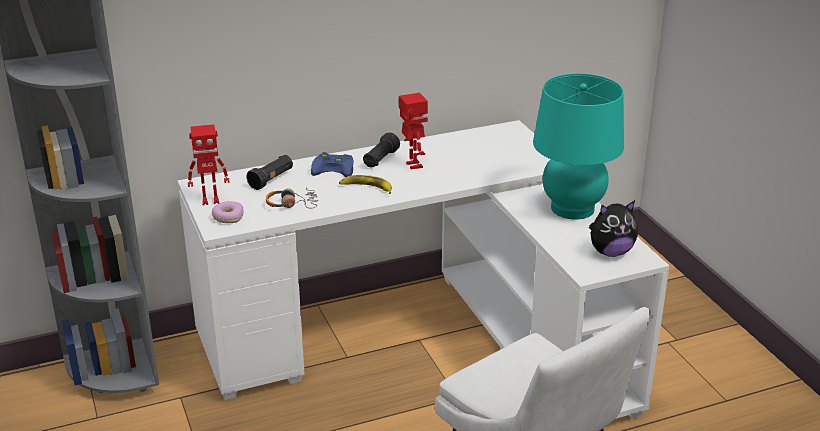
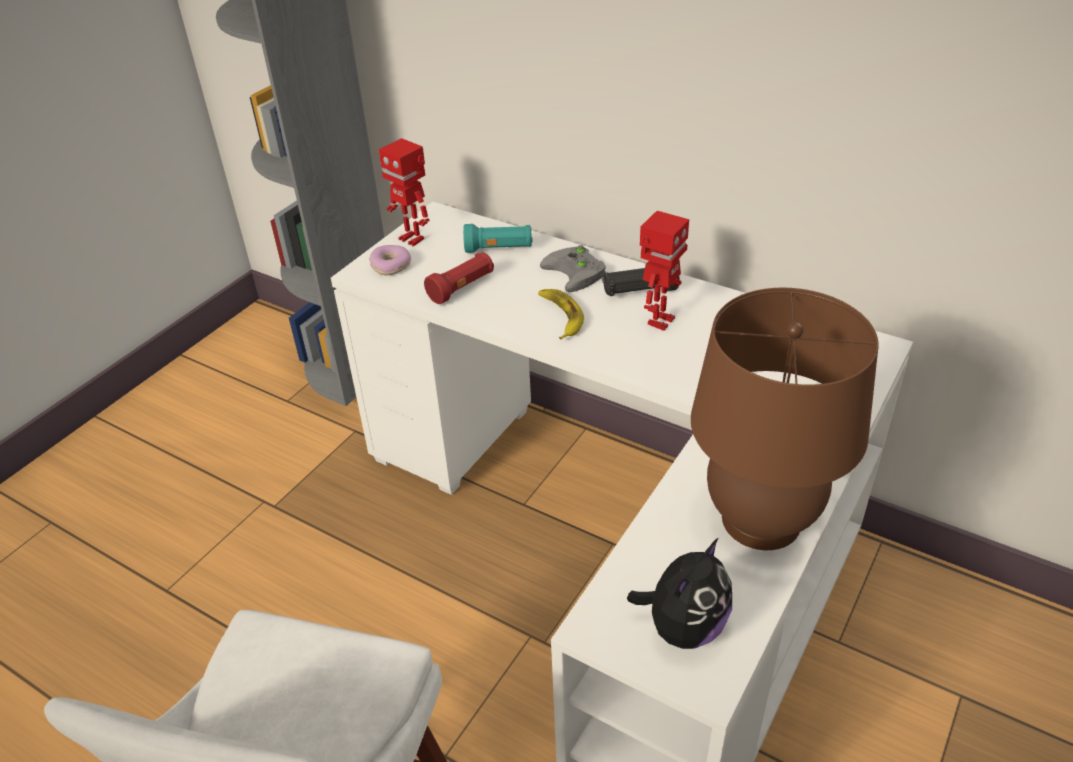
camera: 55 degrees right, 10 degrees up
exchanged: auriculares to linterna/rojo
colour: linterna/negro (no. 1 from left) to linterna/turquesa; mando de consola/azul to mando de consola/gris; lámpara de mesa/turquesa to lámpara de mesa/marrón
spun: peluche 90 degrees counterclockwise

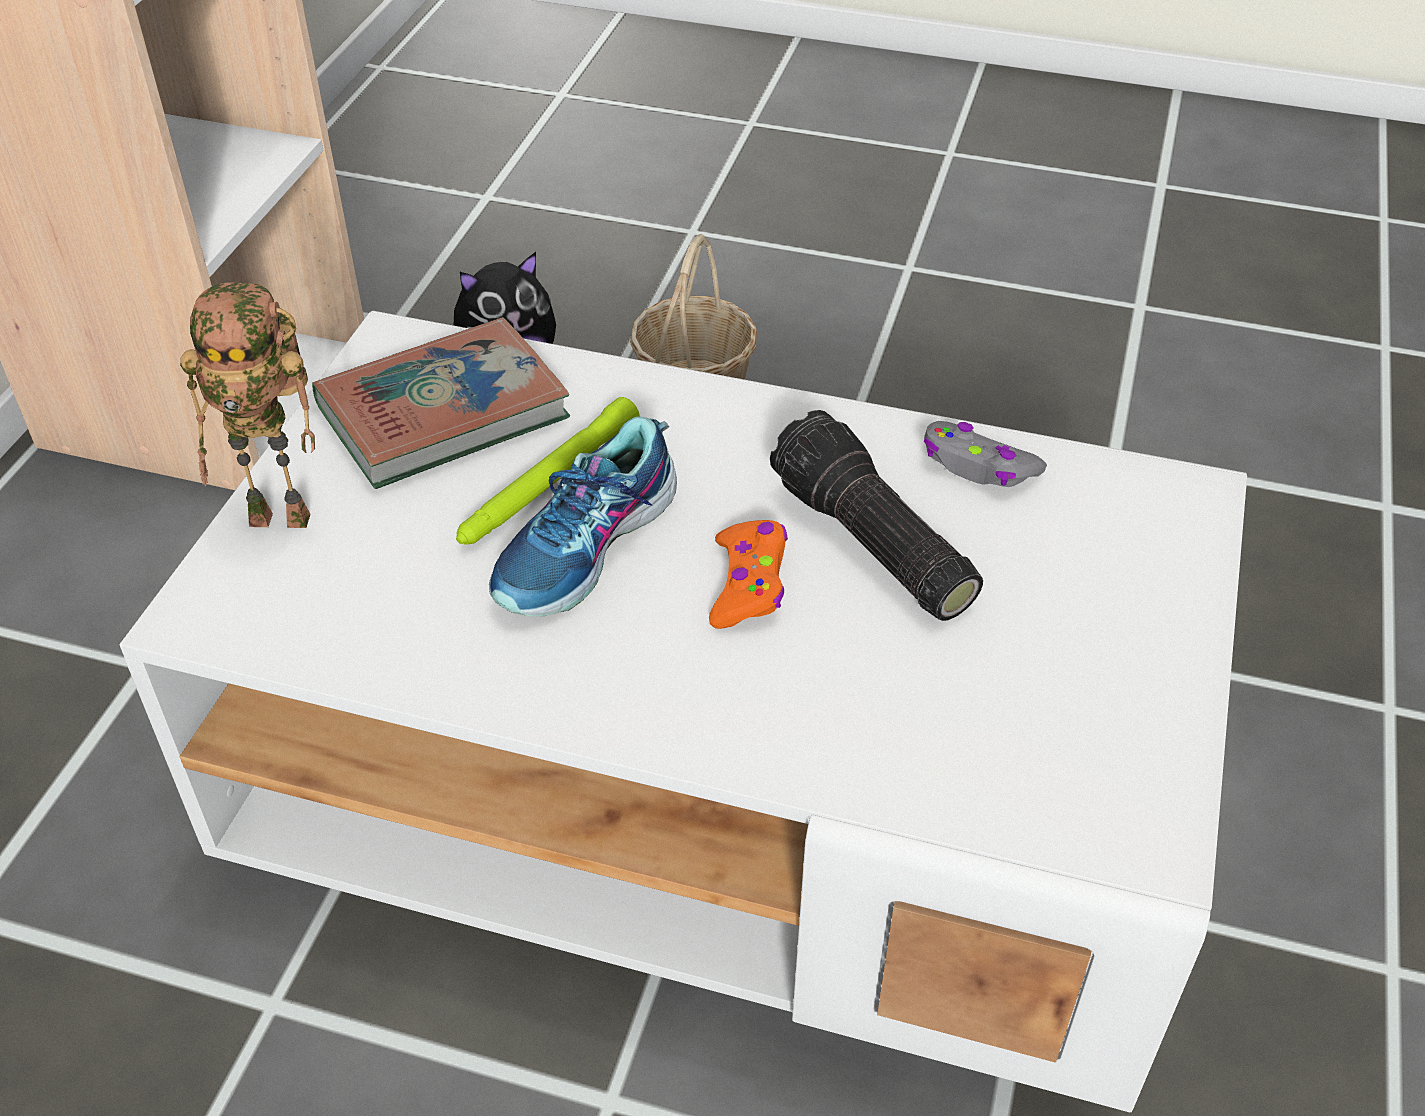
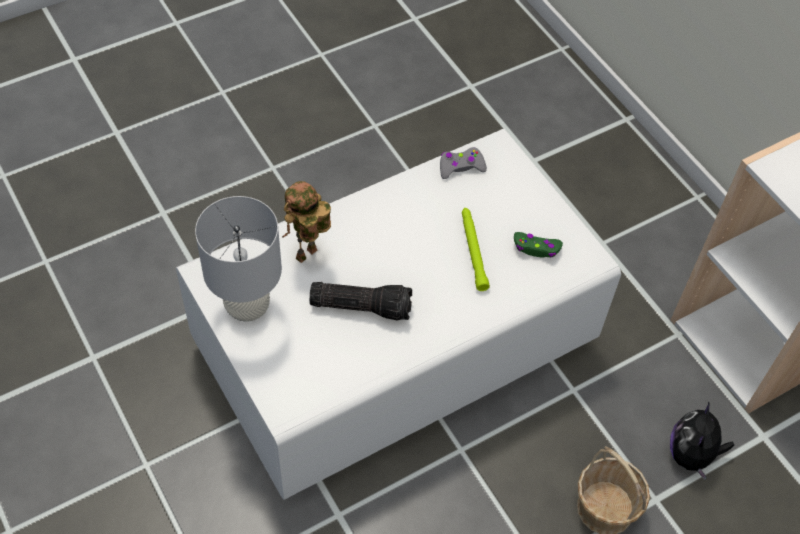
camera: 130 degrees right, 10 degrees up
missing: zapato; mando de consola/naranja
appeared: lámpara de mesa/gris
relocated: robot de juguete; mando de consola/gris
exchanged: libro to mando de consola/verde

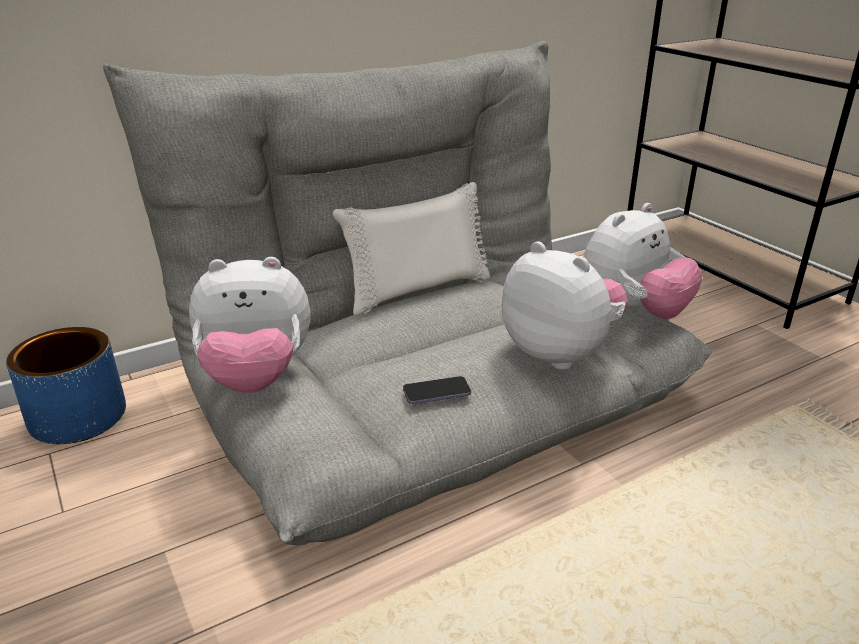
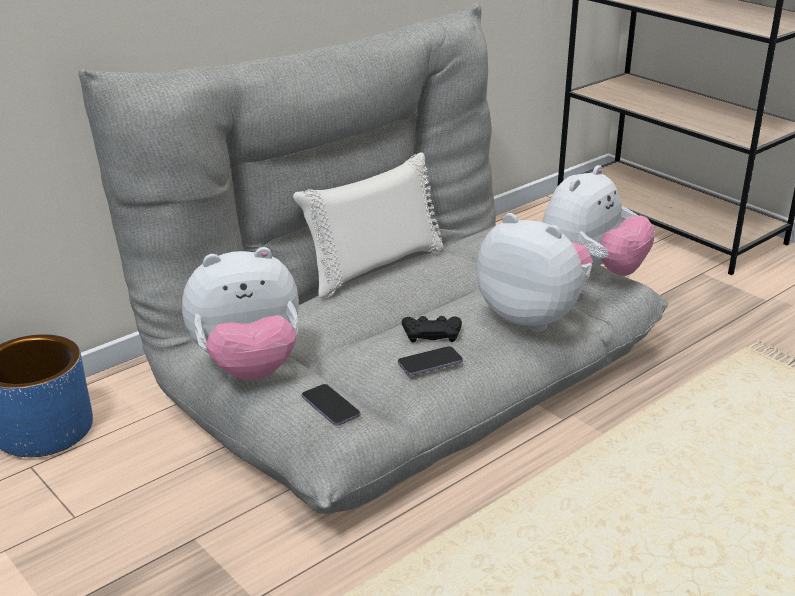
camera: 10 degrees left, 0 degrees up
appeared: móvil (no. 1 from left); mando de consola/negro

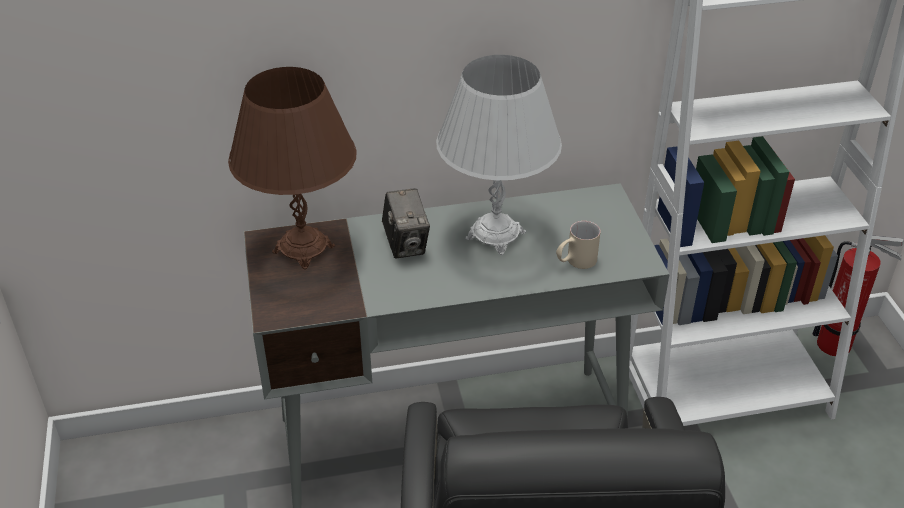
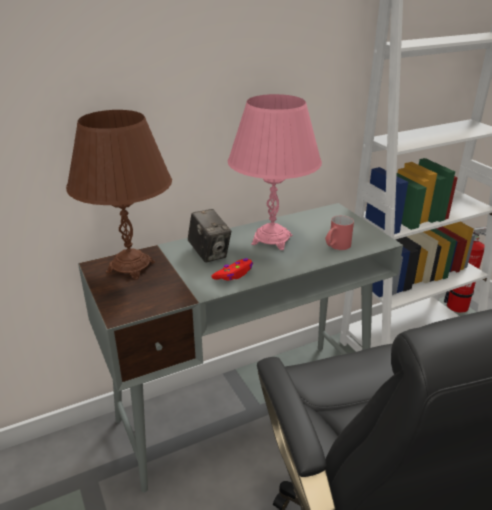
camera: 15 degrees left, 10 degrees down
appeared: mando de consola/rojo
colour: lámpara de mesa/blanco to lámpara de mesa/rosa; taza grande/beis to taza grande/rojo

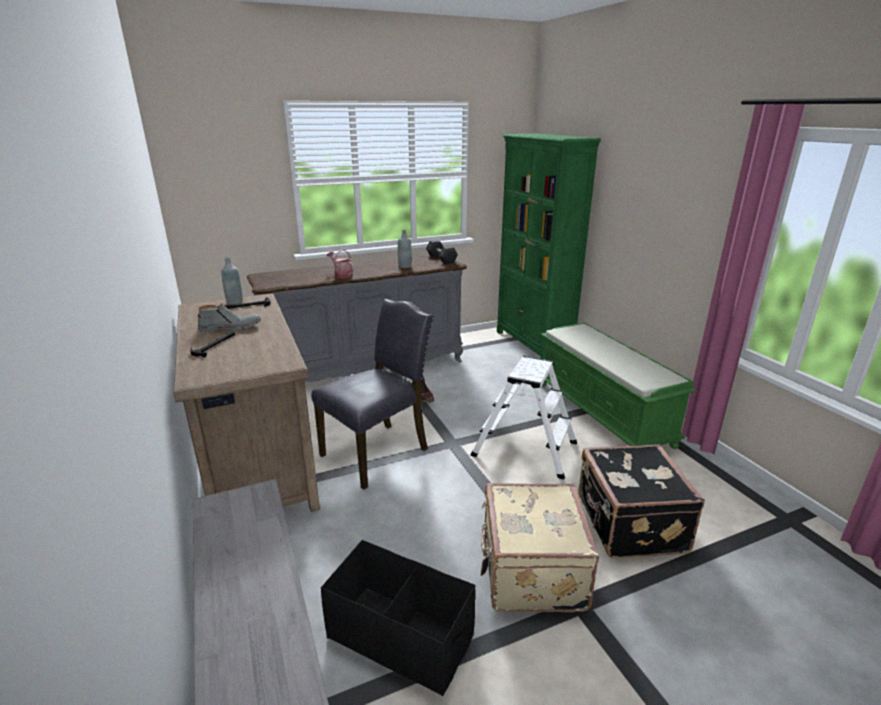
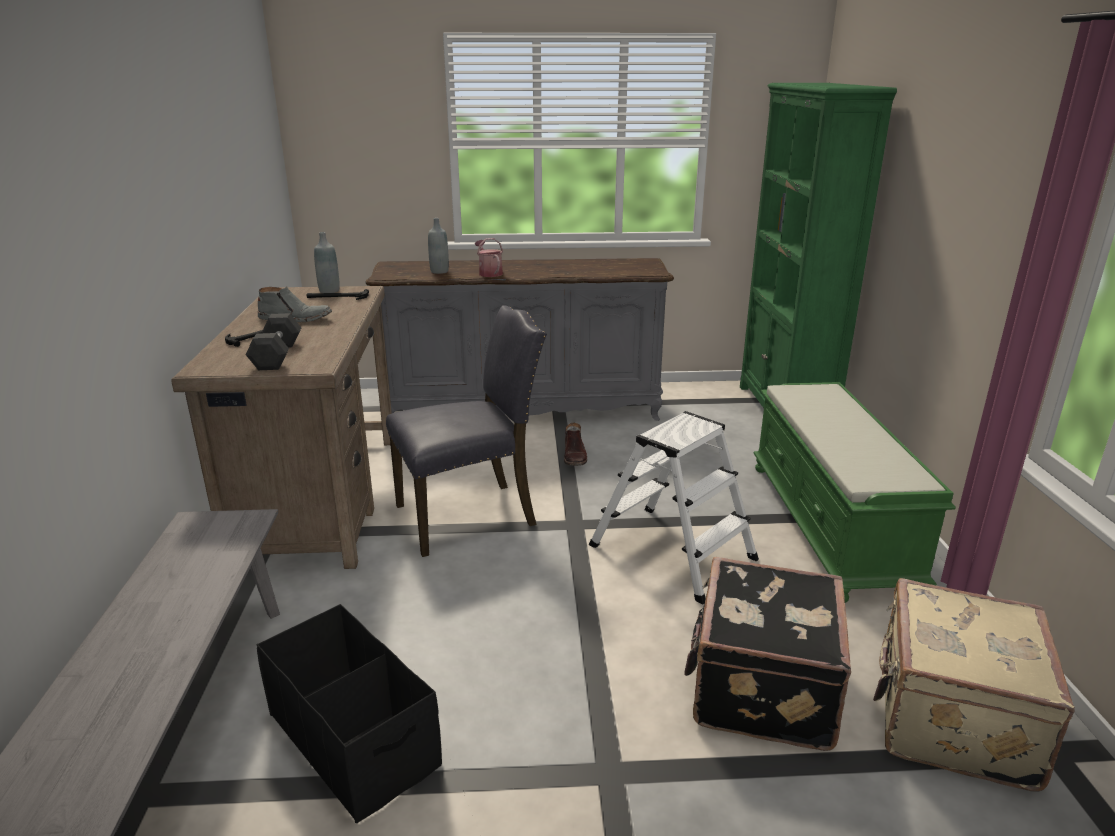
camera: 20 degrees right, 0 degrees up
relocated: mancuerna/gris; botella/gris (no. 2 from left); maleta/beis

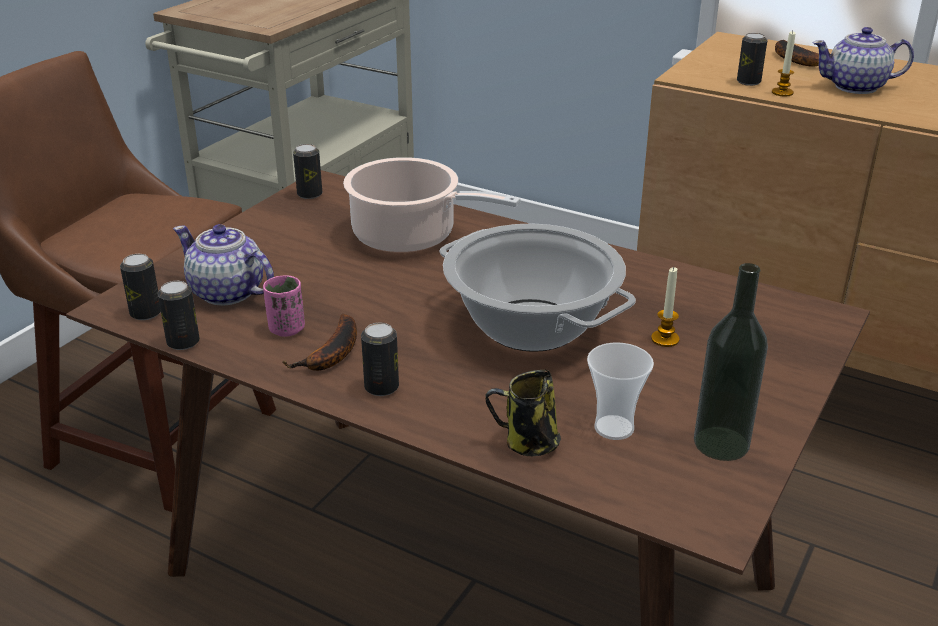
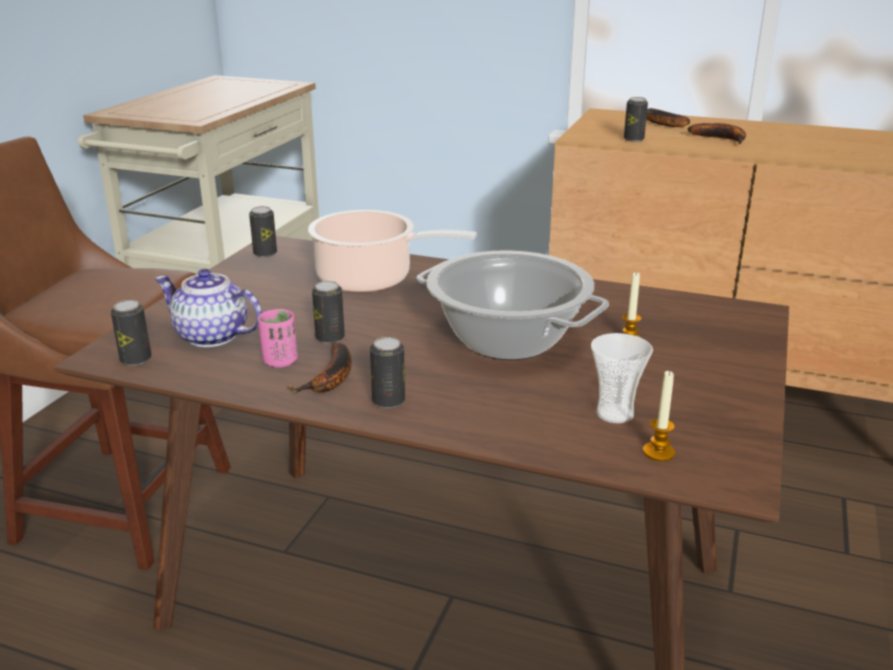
camera: 10 degrees left, 5 degrees down
missing: taza grande; botella
relocated: lata (no. 2 from left in the first image) to lata (no. 3 from left); vela (no. 2 from left)
exchanged: tetera (no. 2 from left) to plátano (no. 3 from left)

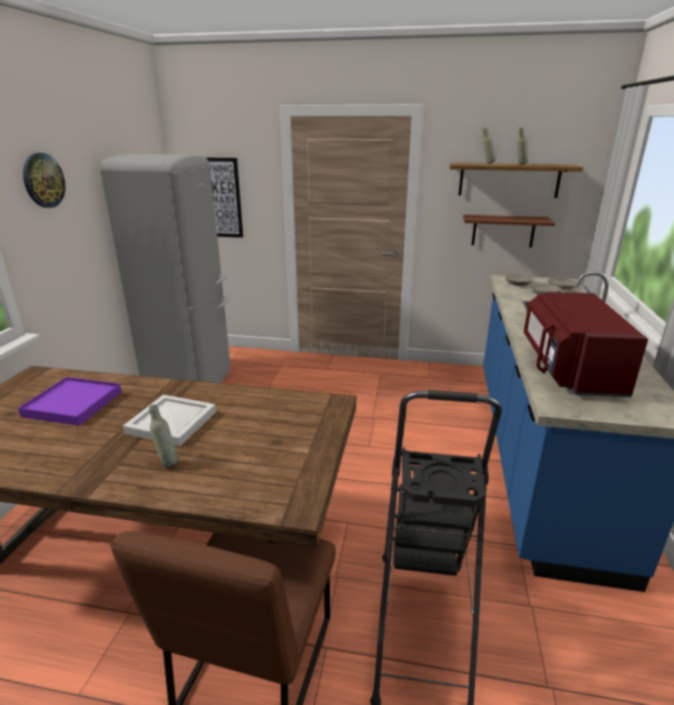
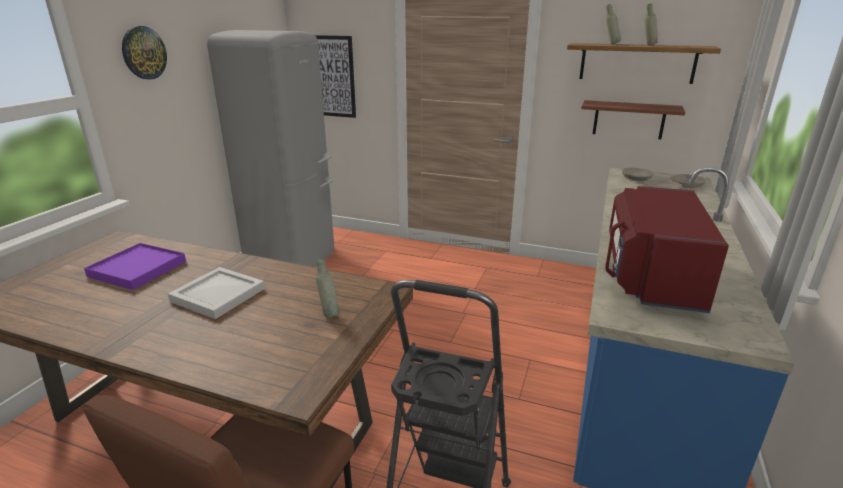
camera: 10 degrees right, 0 degrees up
relocated: botella/gris (no. 1 from left)

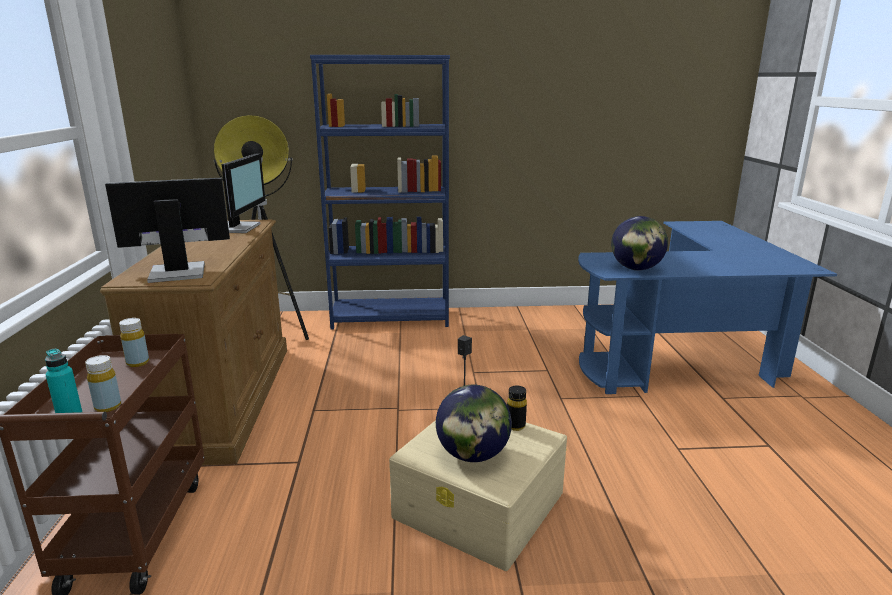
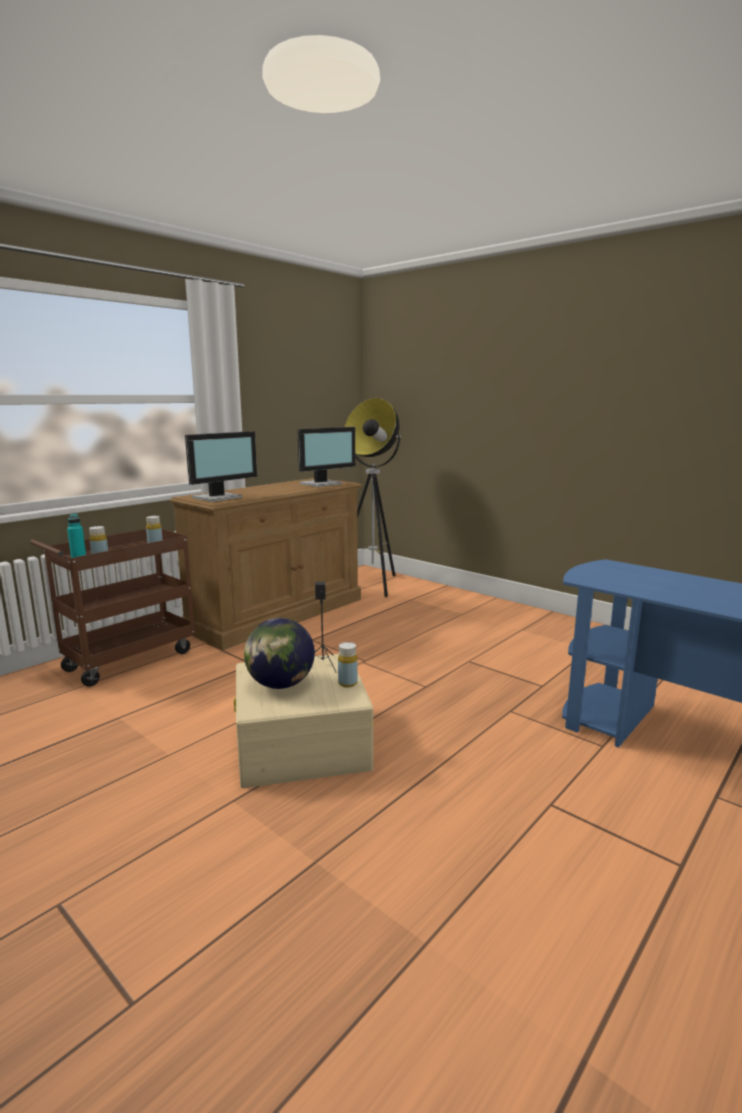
camera: 45 degrees right, 5 degrees down
missing: estantería/azul; globo terráqueo (no. 2 from left)
colour: botella/negro to botella/amarillo (no. 3 from left)
spun: monitor (no. 1 from left) 105 degrees clockwise

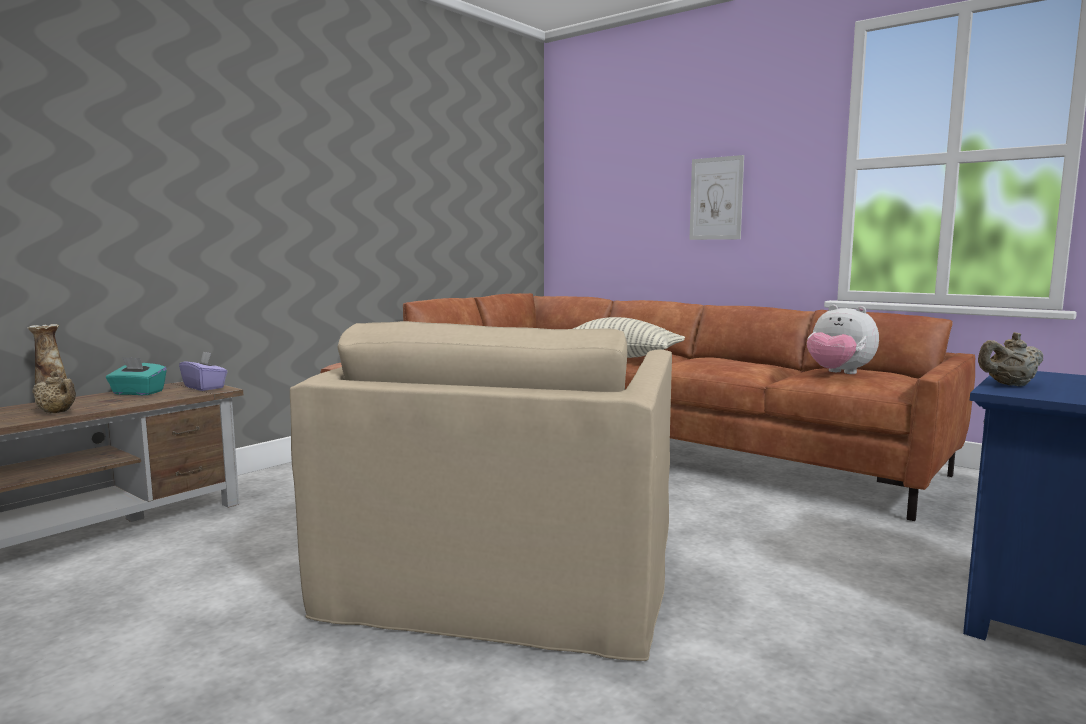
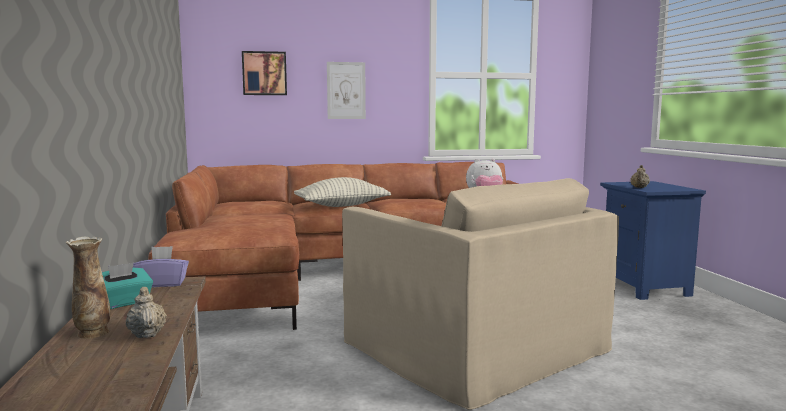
camera: 50 degrees left, 0 degrees up
appeared: cuadro (no. 1 from left)
spun: tetera/beis (no. 1 from left) 90 degrees counterclockwise

